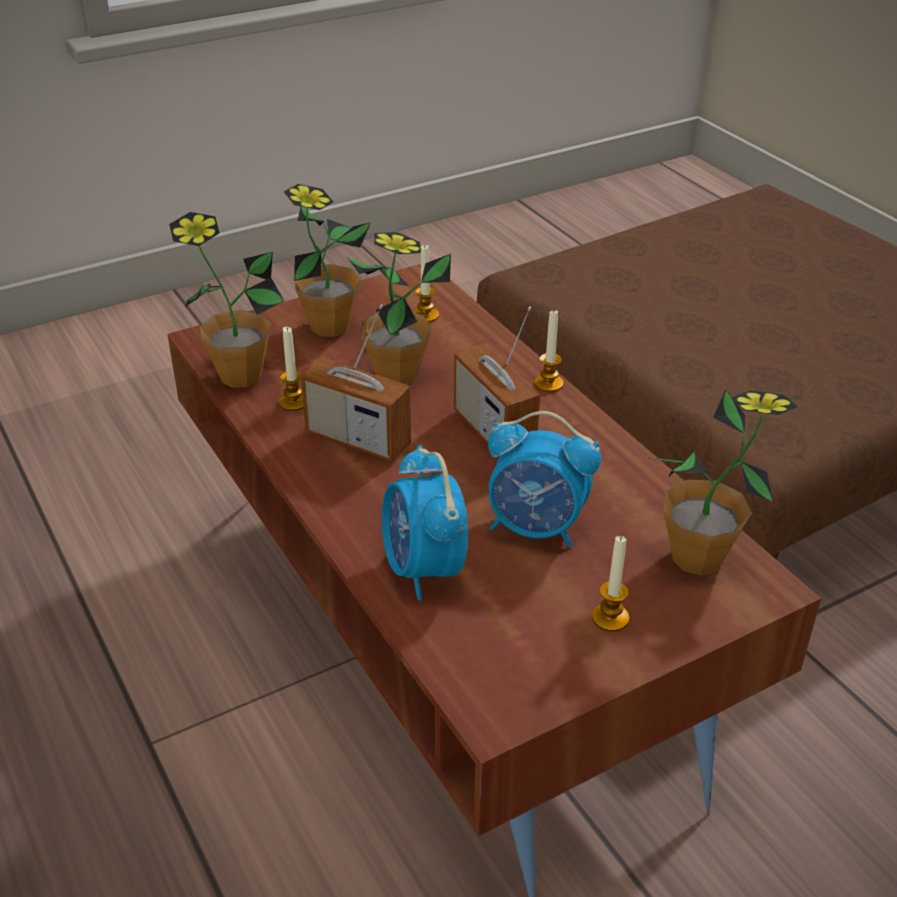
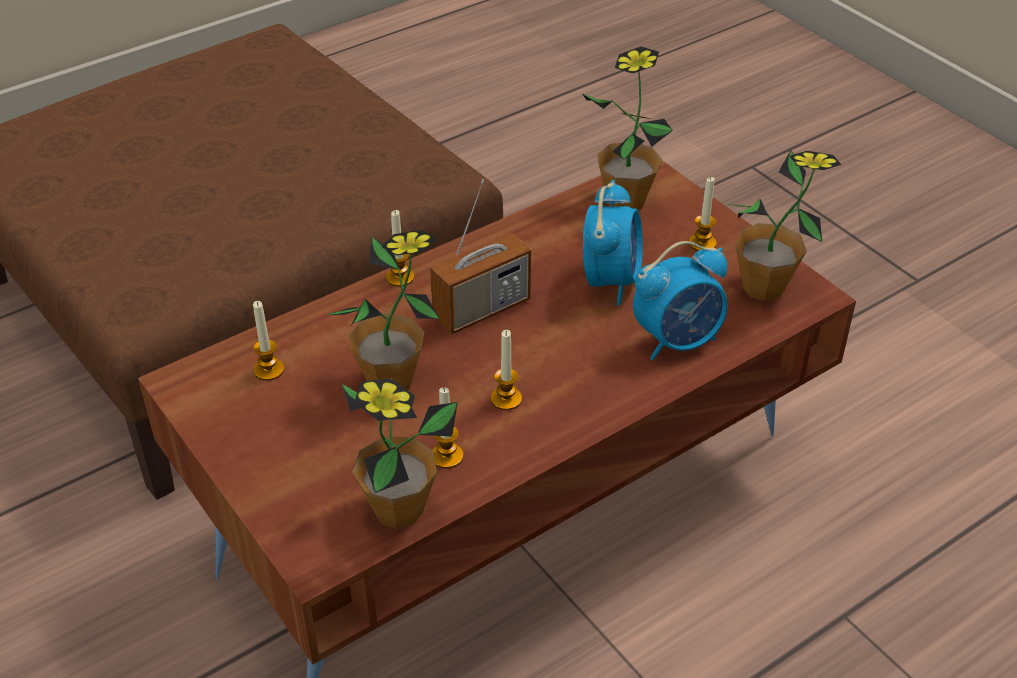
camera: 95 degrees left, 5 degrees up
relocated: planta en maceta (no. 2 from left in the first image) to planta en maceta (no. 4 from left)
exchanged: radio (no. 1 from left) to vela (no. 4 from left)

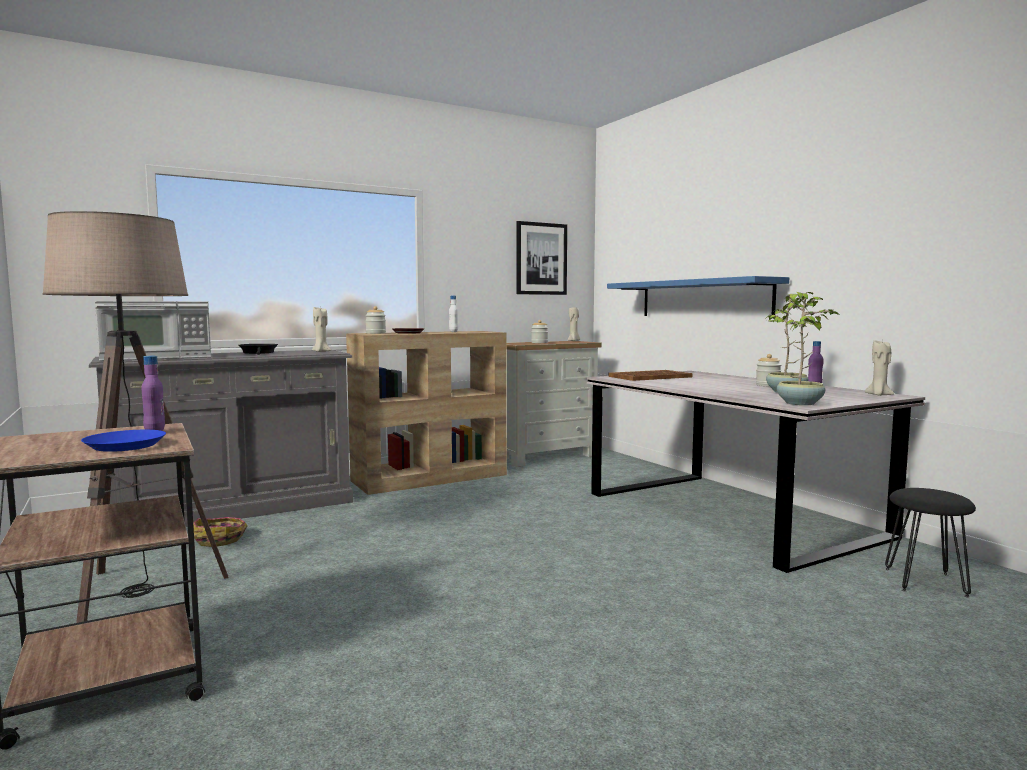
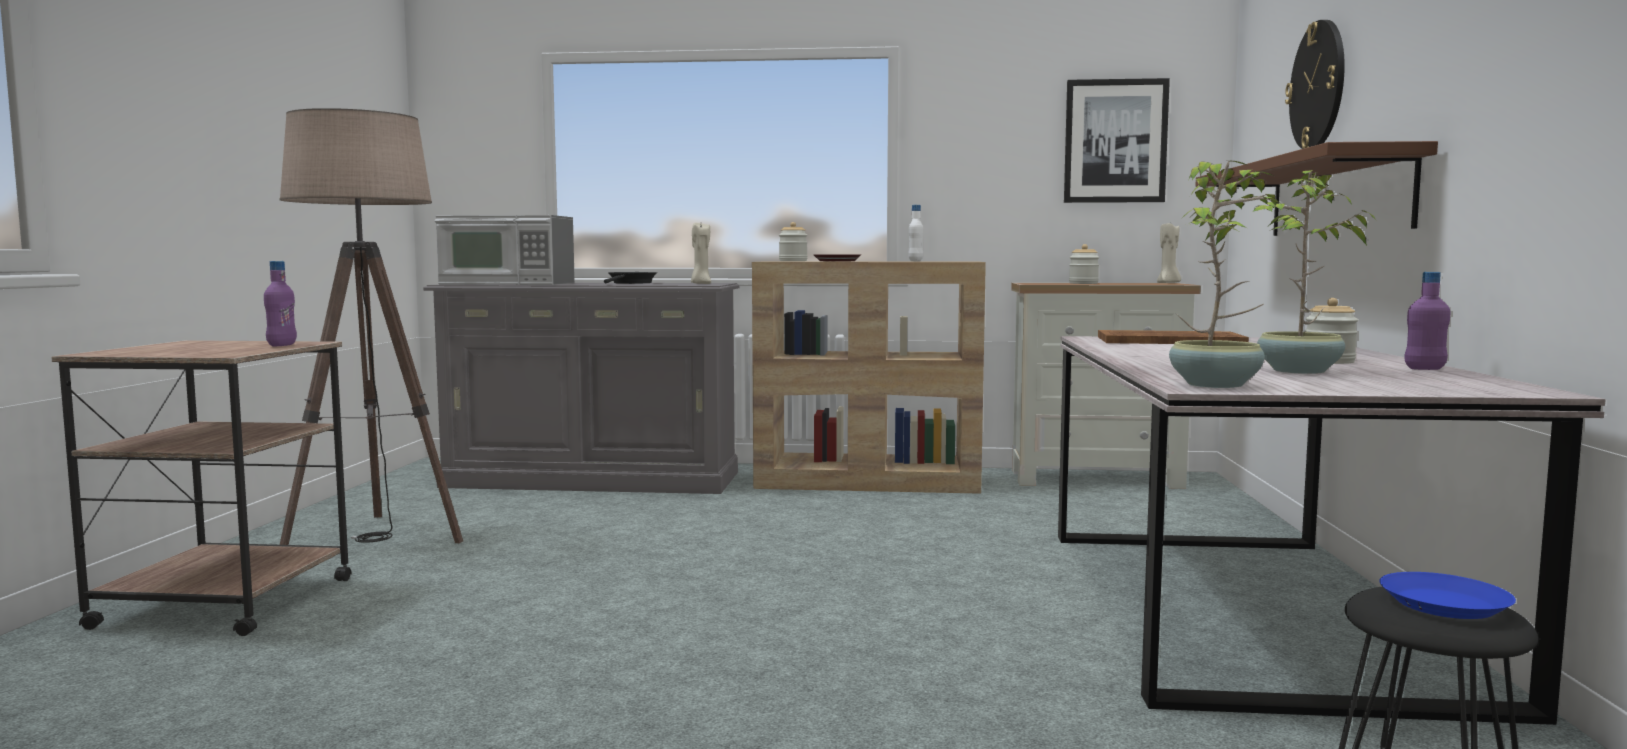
camera: 35 degrees right, 0 degrees up
missing: cesta; vela/beis (no. 3 from left)
appeared: reloj de pared
relocated: plato/azul
colour: estante/azul to estante/marrón

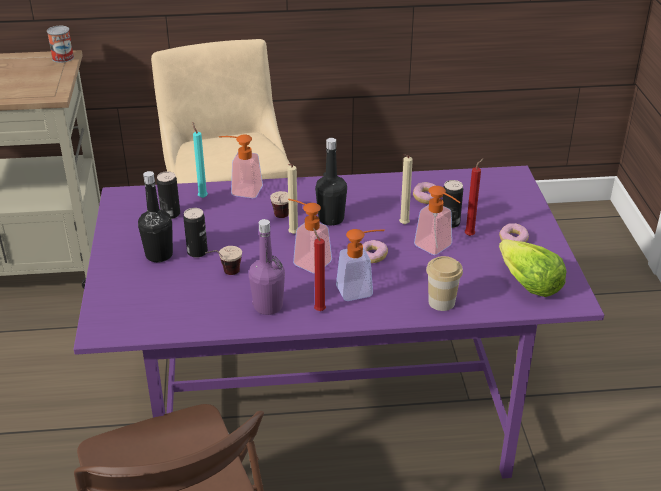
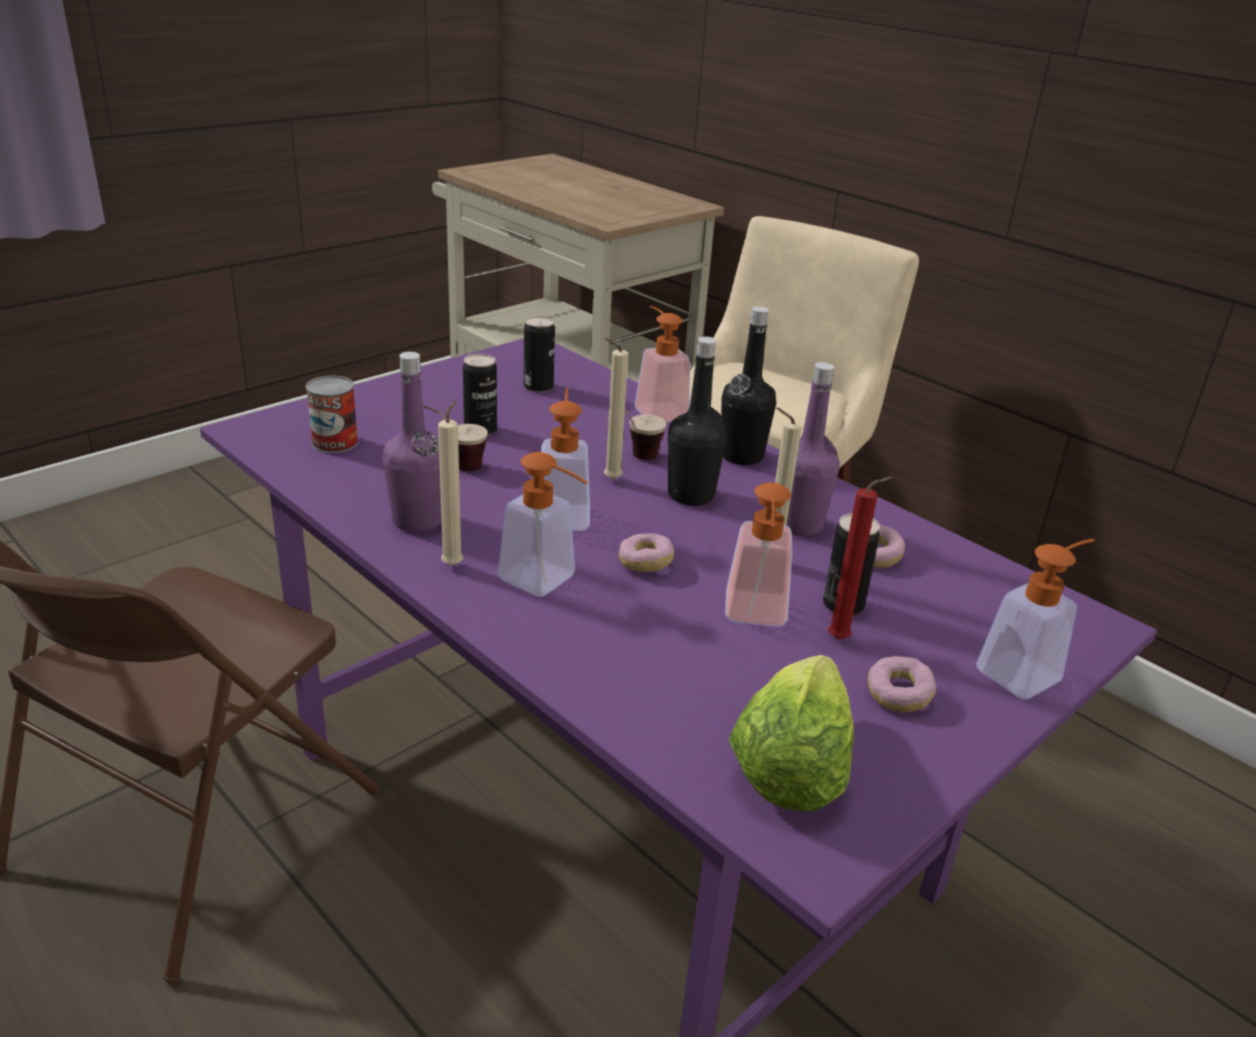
camera: 50 degrees right, 5 degrees down
missing: vela/turquesa; taza (no. 3 from left)
appeared: botella/morado (no. 2 from left); dispensador de jabón (no. 5 from left)
relocated: lata (no. 1 from left); botella/negro (no. 1 from left in the first image) to botella/negro (no. 2 from left)
colour: vela/rojo (no. 1 from left) to vela/beis (no. 1 from left)

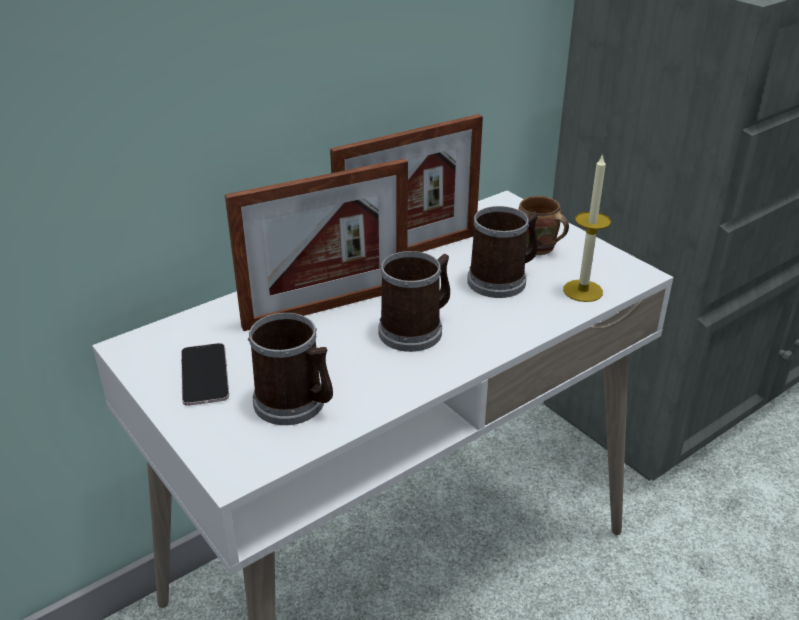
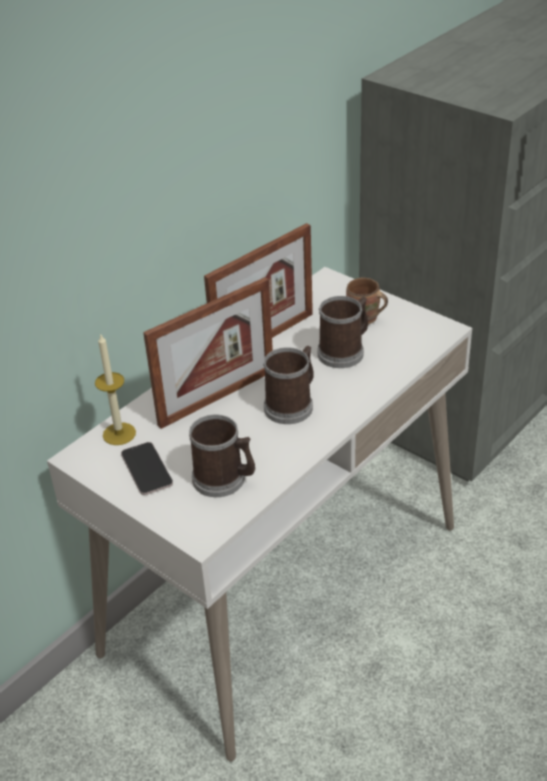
camera: 10 degrees left, 5 degrees up
relocated: vela

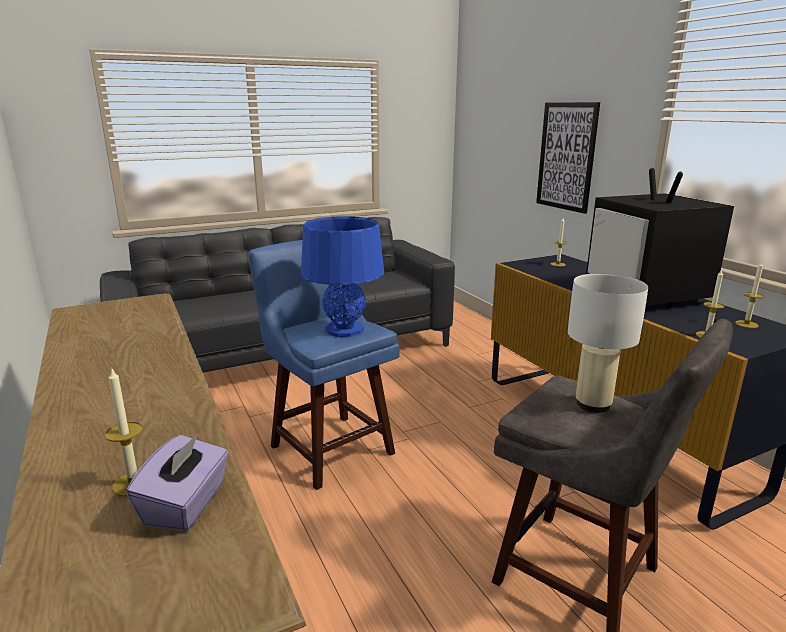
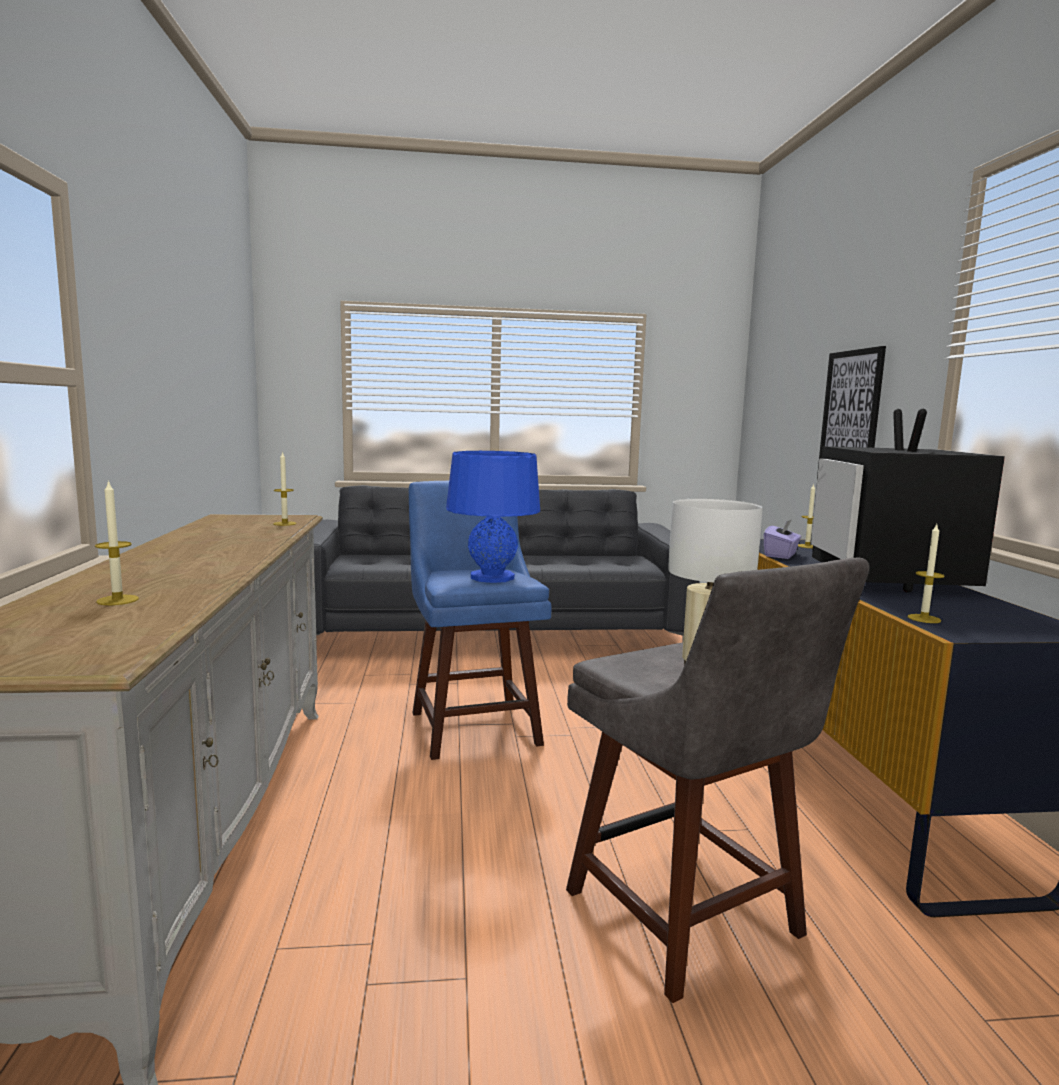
camera: 20 degrees right, 10 degrees down
relocated: vela (no. 4 from left in the first image) to vela (no. 2 from left); caja de pañuelos/morado

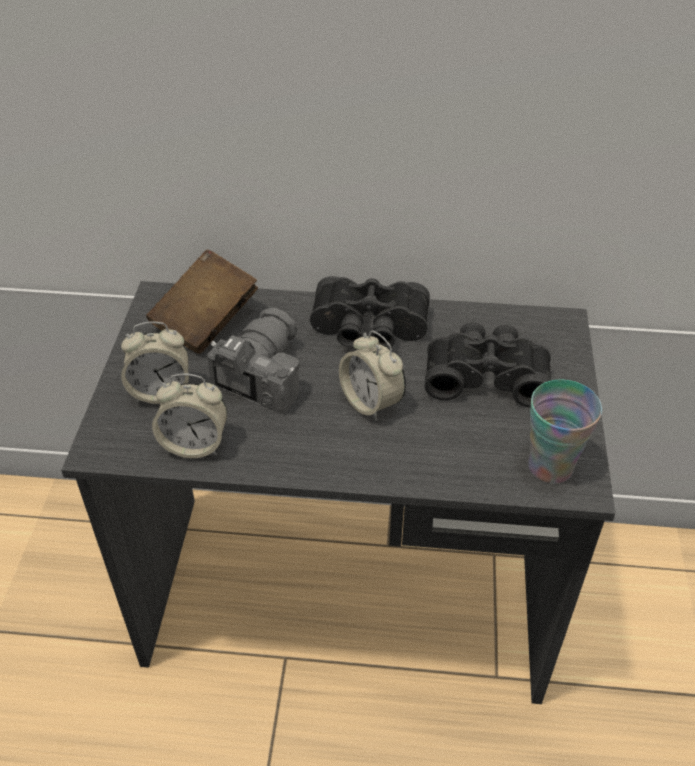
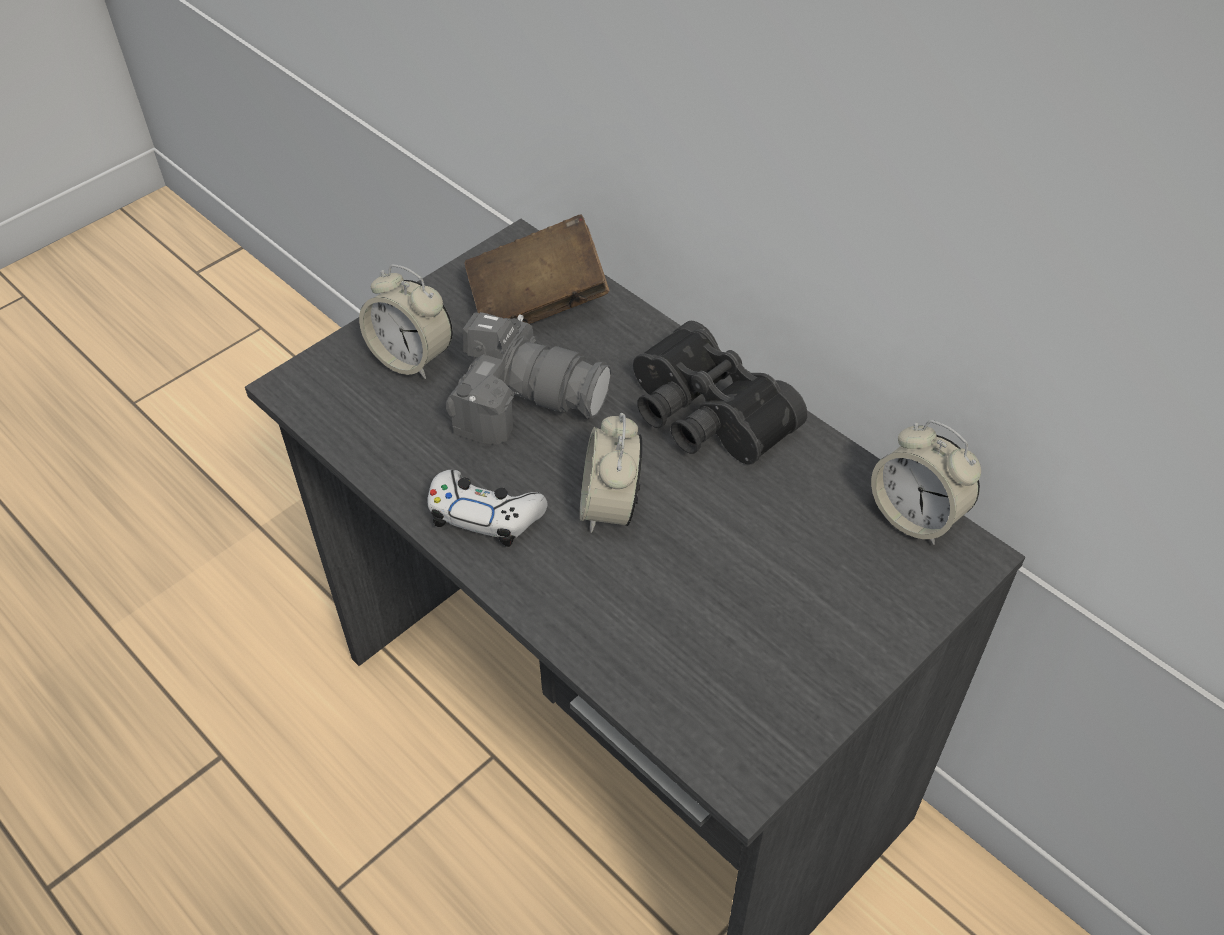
camera: 40 degrees right, 5 degrees up
missing: prismáticos/negro (no. 2 from left); taza
appeared: mando de consola/blanco
relocated: despertador (no. 2 from left in the first image) to despertador (no. 3 from left)
spun: cámara 45 degrees clockwise

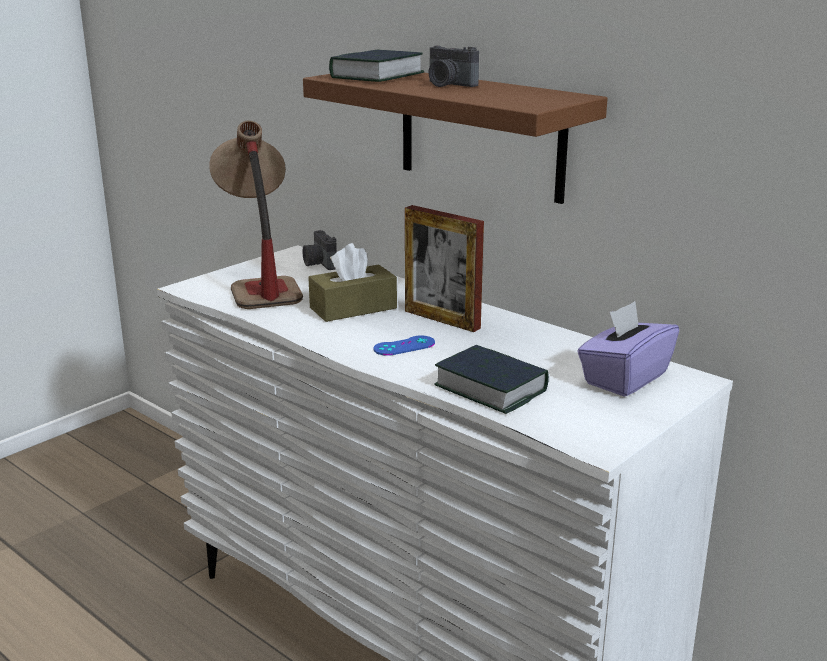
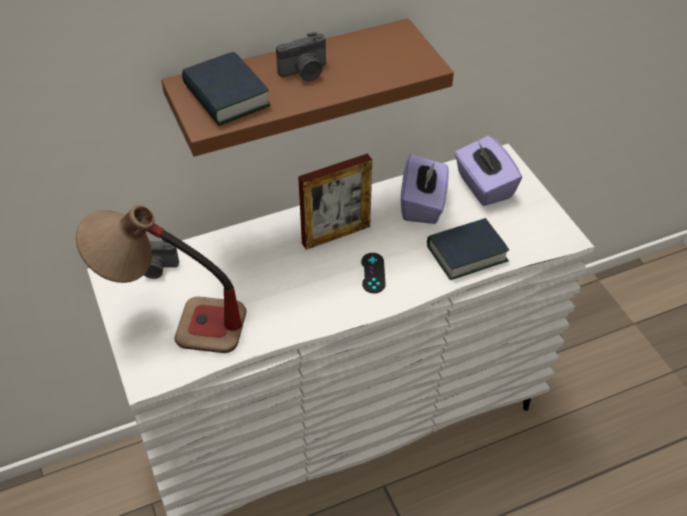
camera: 65 degrees left, 25 degrees up
missing: caja de pañuelos/marrón
appeared: caja de pañuelos/morado (no. 1 from left)
colour: mando de consola/azul to mando de consola/negro

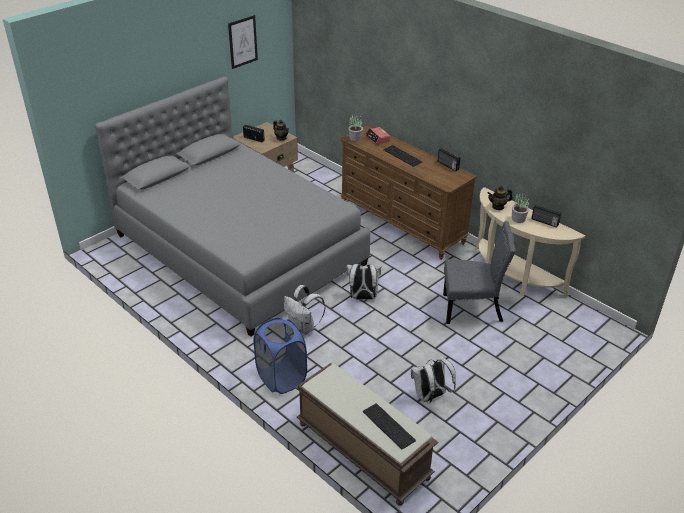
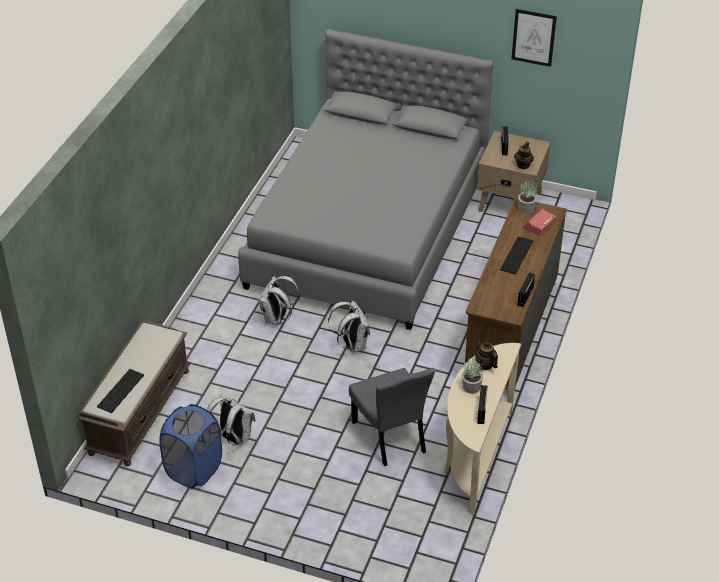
camera: 65 degrees right, 5 degrees up
relocated: cesto de la ropa/azul

